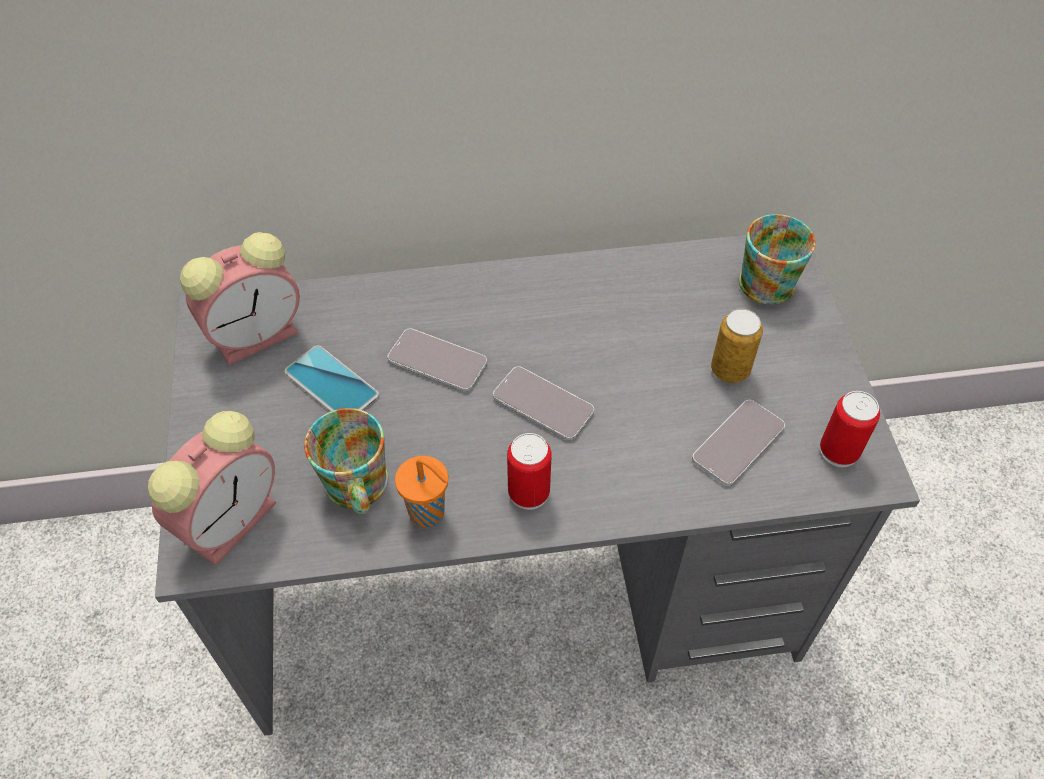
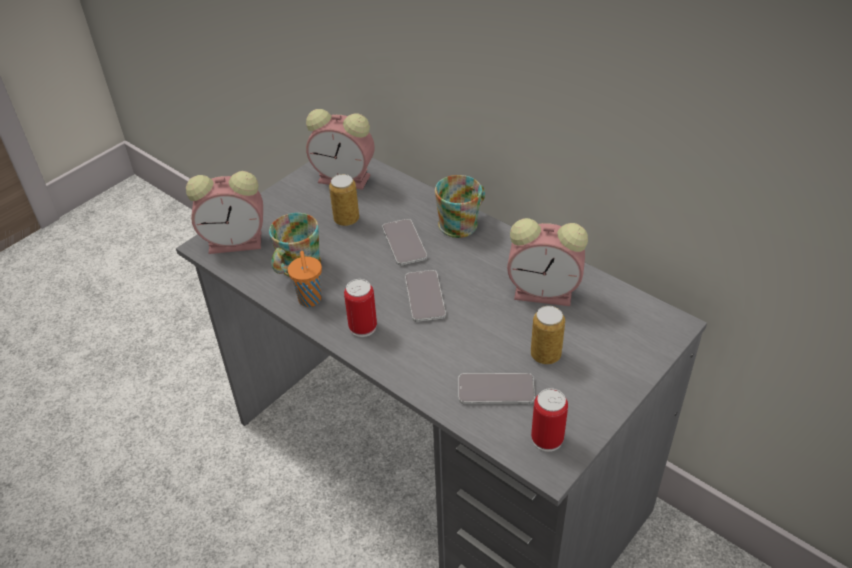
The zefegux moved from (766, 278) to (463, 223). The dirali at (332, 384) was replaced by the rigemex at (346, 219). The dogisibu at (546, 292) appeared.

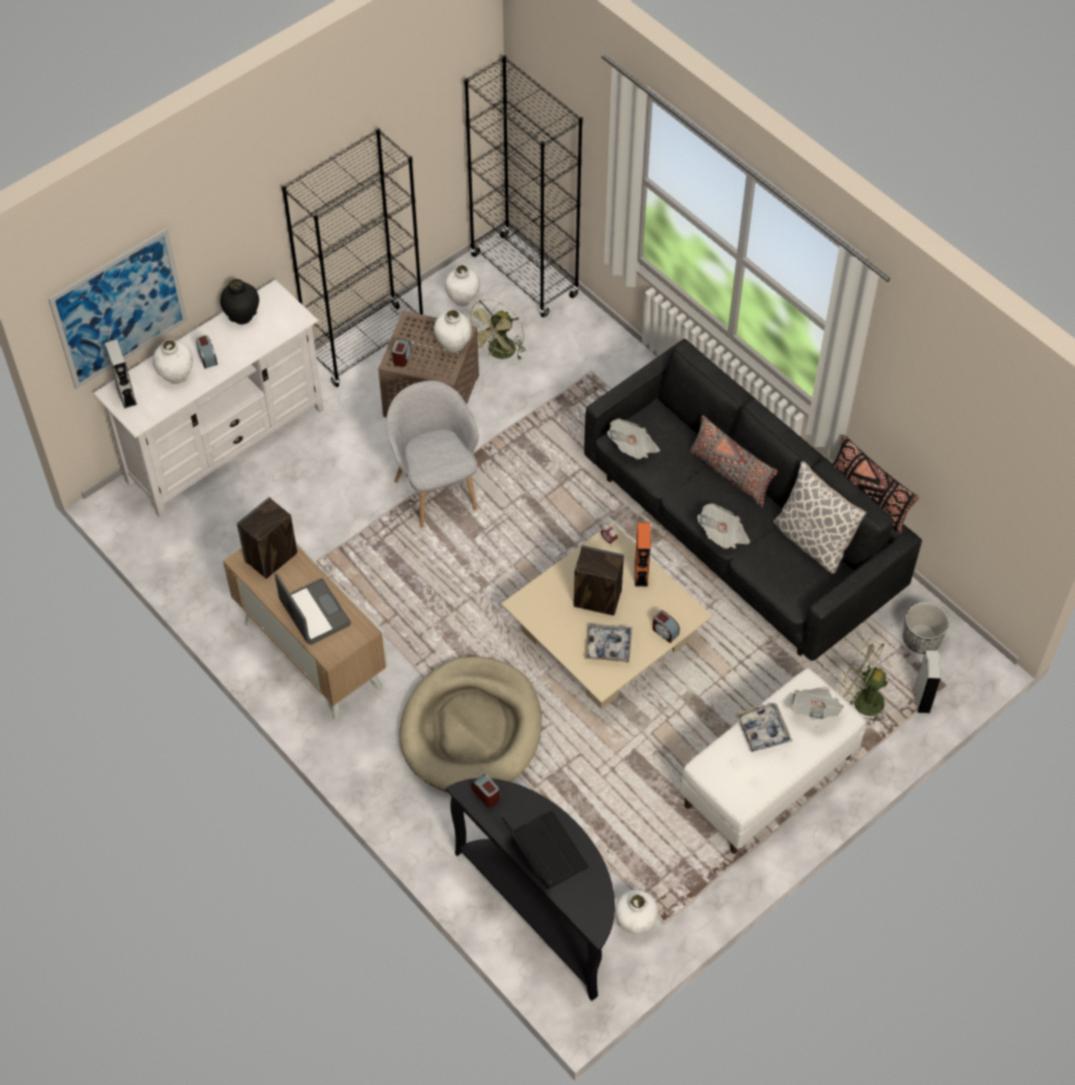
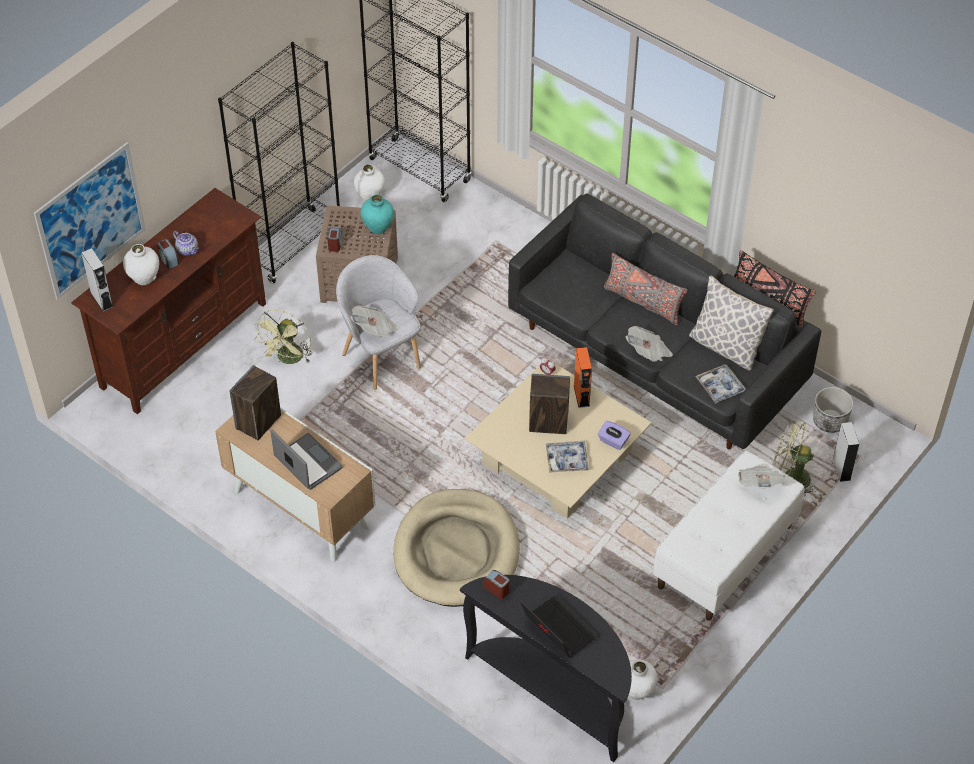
The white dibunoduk at (225, 444) became the brown dibunoduk at (183, 344). The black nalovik at (242, 316) disappeared. The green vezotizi moved from (499, 353) to (289, 359). The white nalovik at (453, 345) became the turquoise nalovik at (378, 228). The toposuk moved from (633, 448) to (375, 329). The dogisibu at (665, 631) was replaced by the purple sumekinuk at (613, 441). The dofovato moved from (763, 730) to (720, 387). The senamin at (188, 250) appeared.

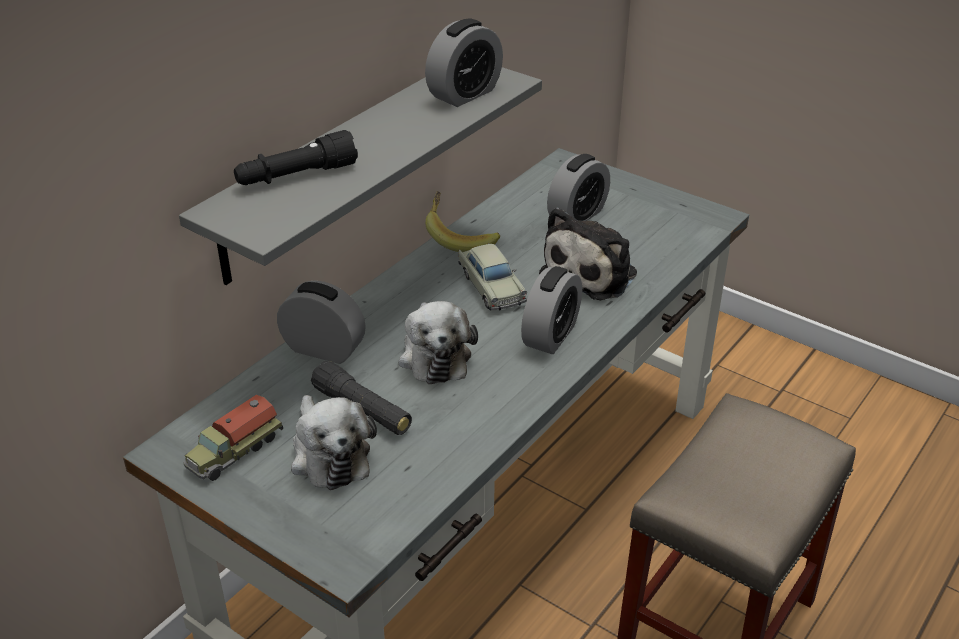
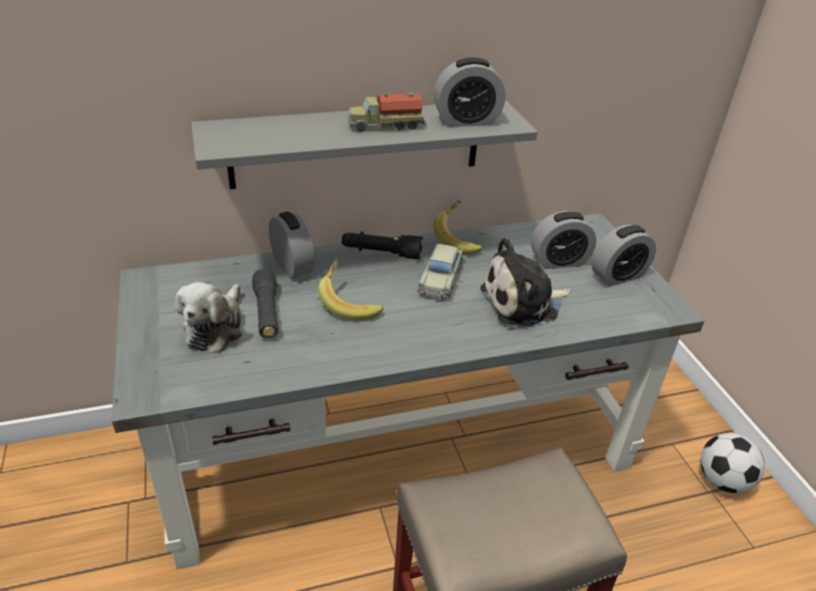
The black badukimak moved from (296, 176) to (381, 253). The dogisibu moved from (551, 336) to (618, 276). The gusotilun at (434, 355) was replaced by the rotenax at (350, 303). The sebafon moved from (234, 451) to (385, 125). The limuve at (722, 480) appeared.

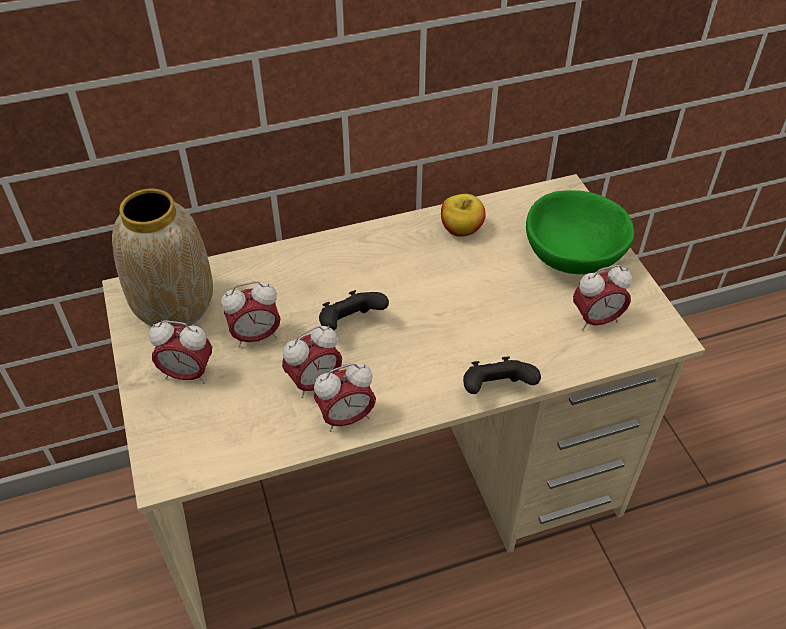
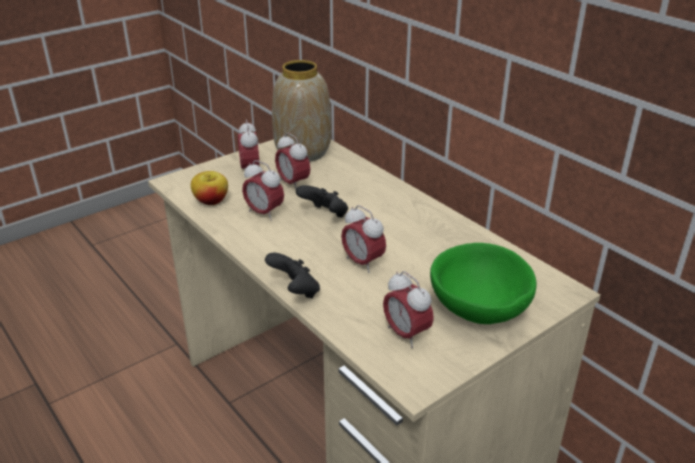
The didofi moved from (461, 229) to (211, 201). The dogisibu moved from (346, 418) to (362, 263).

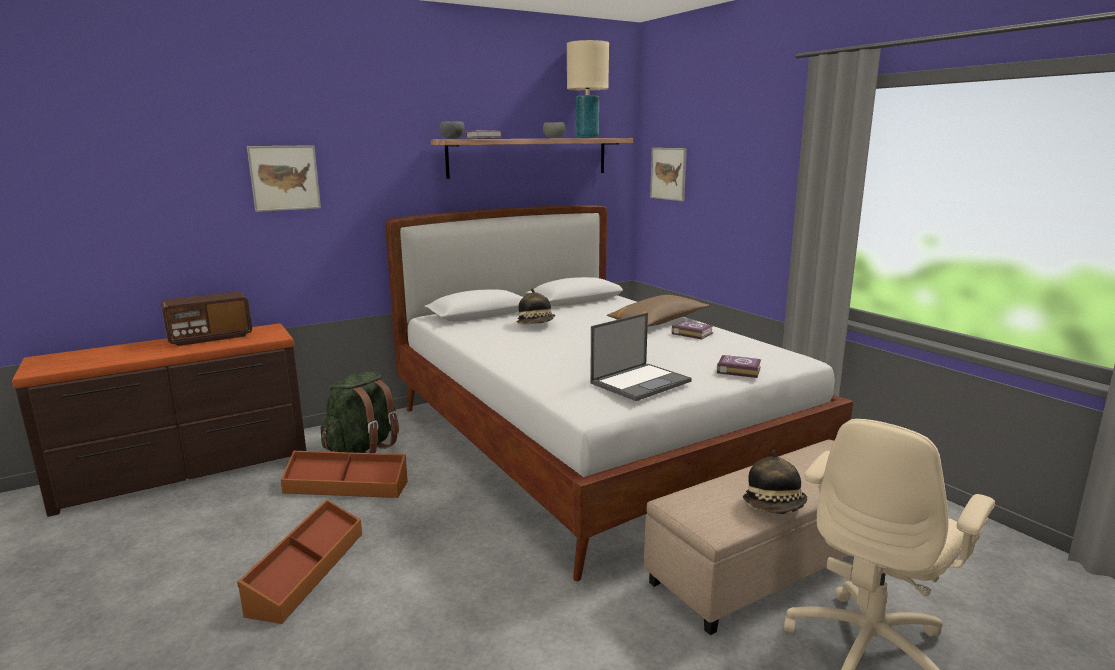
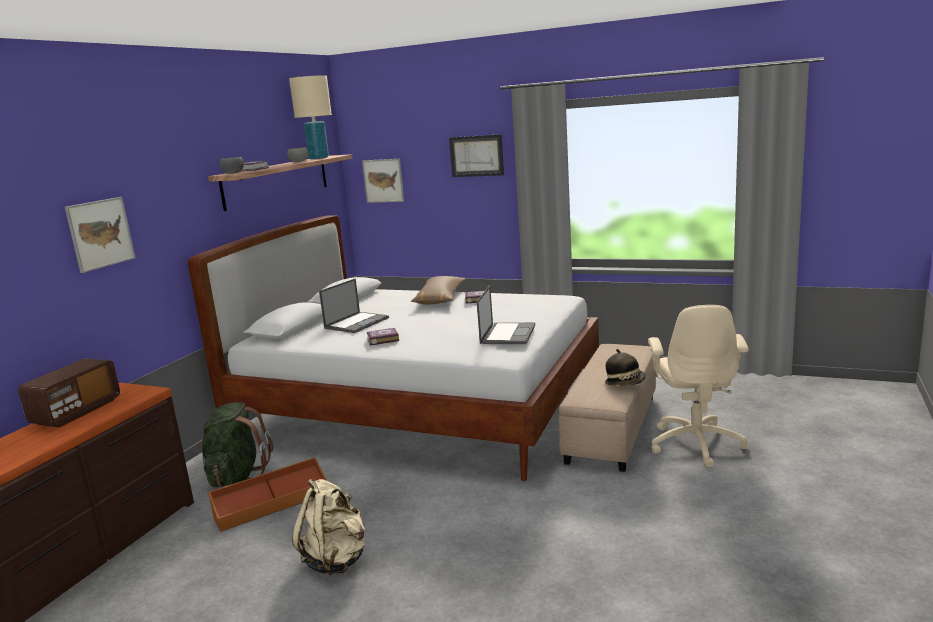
The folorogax at (536, 325) was replaced by the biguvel at (357, 323). The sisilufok moved from (737, 370) to (382, 339). The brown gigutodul at (306, 571) was replaced by the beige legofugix at (336, 560). The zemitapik at (476, 156) appeared.

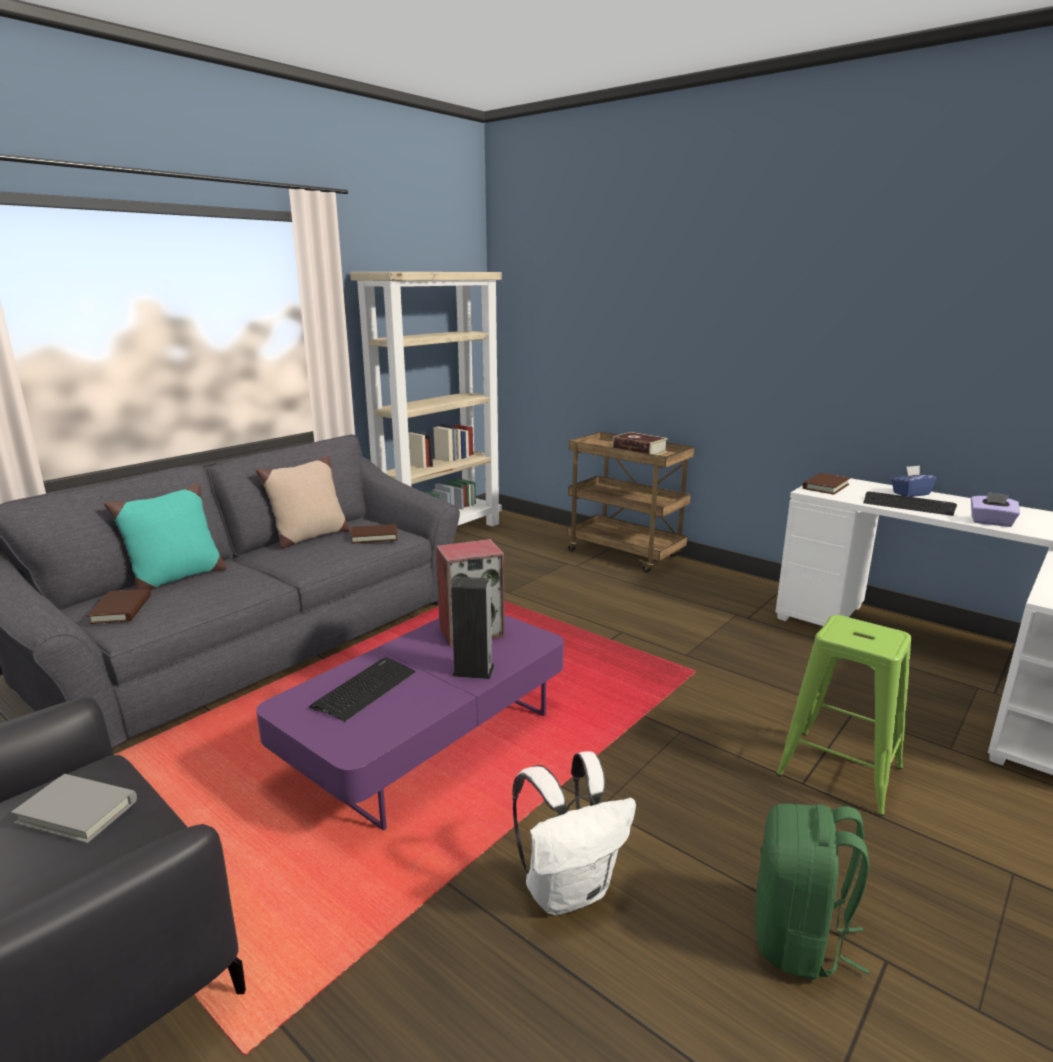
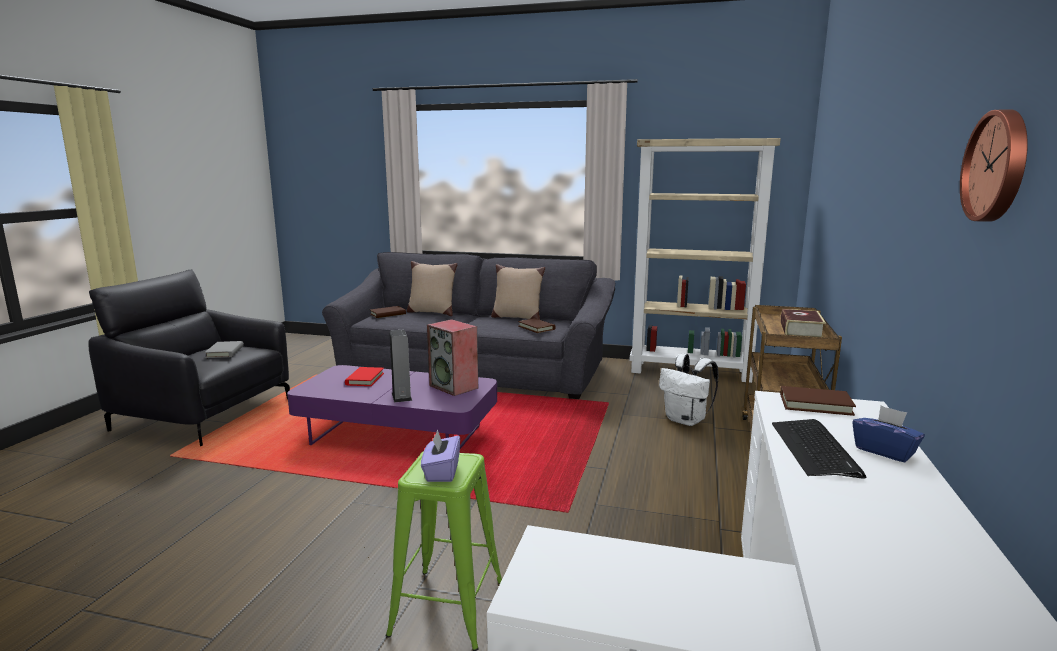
The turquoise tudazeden at (176, 578) became the beige tudazeden at (431, 312). The purple sumekinuk moved from (991, 522) to (441, 472). The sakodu at (365, 689) was replaced by the red sisilufok at (365, 379). The white legofugix moved from (569, 889) to (686, 420). The green legofugix at (799, 938) disappeared. The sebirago at (998, 166) appeared.

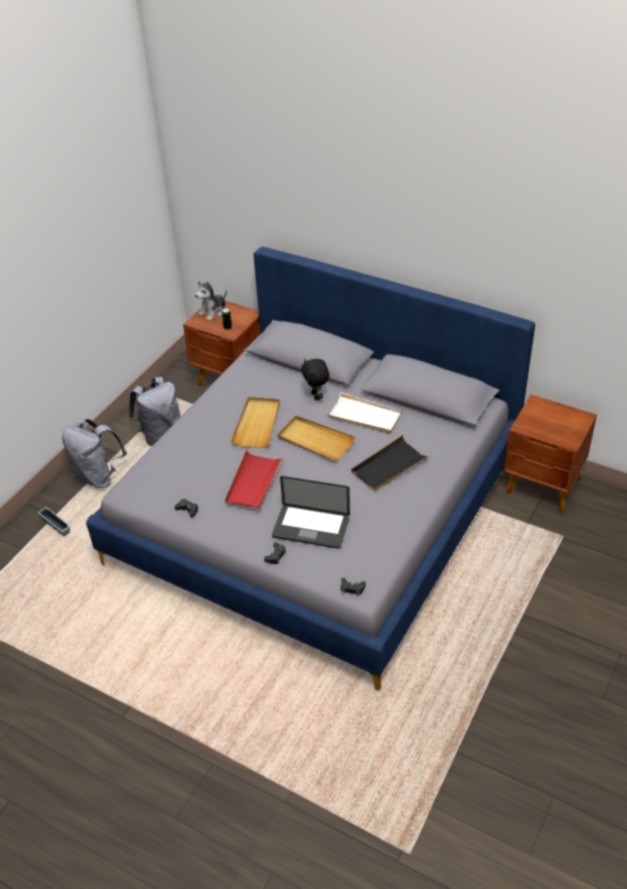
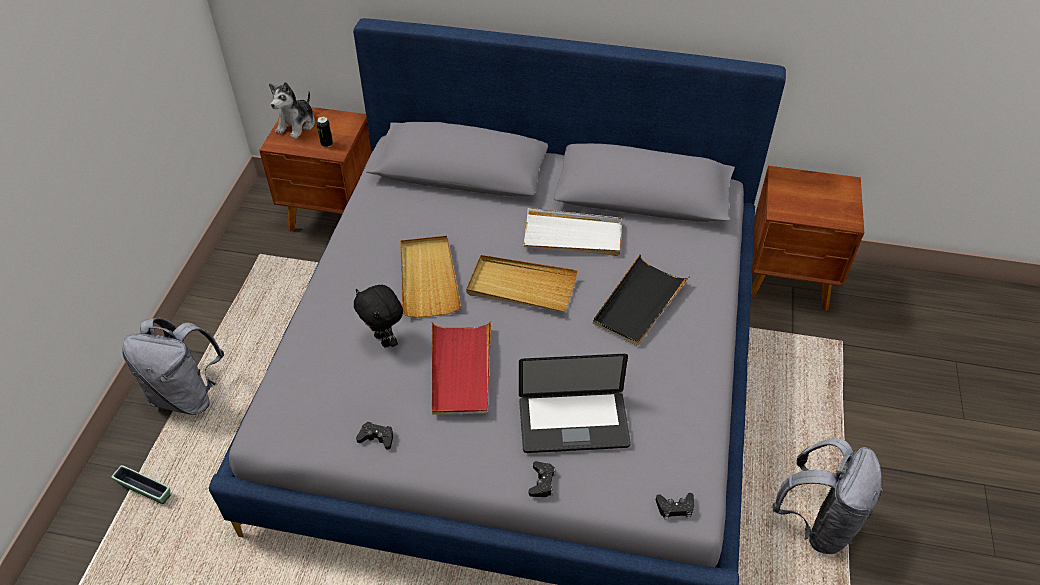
The black gusotilun moved from (316, 396) to (384, 340). The grey legofugix moved from (161, 434) to (818, 522).

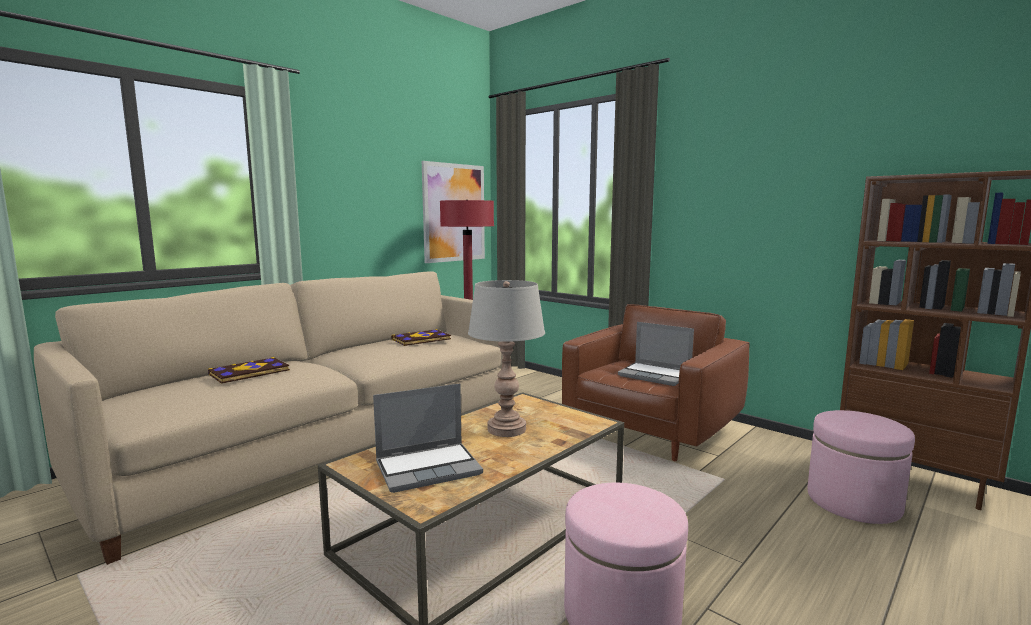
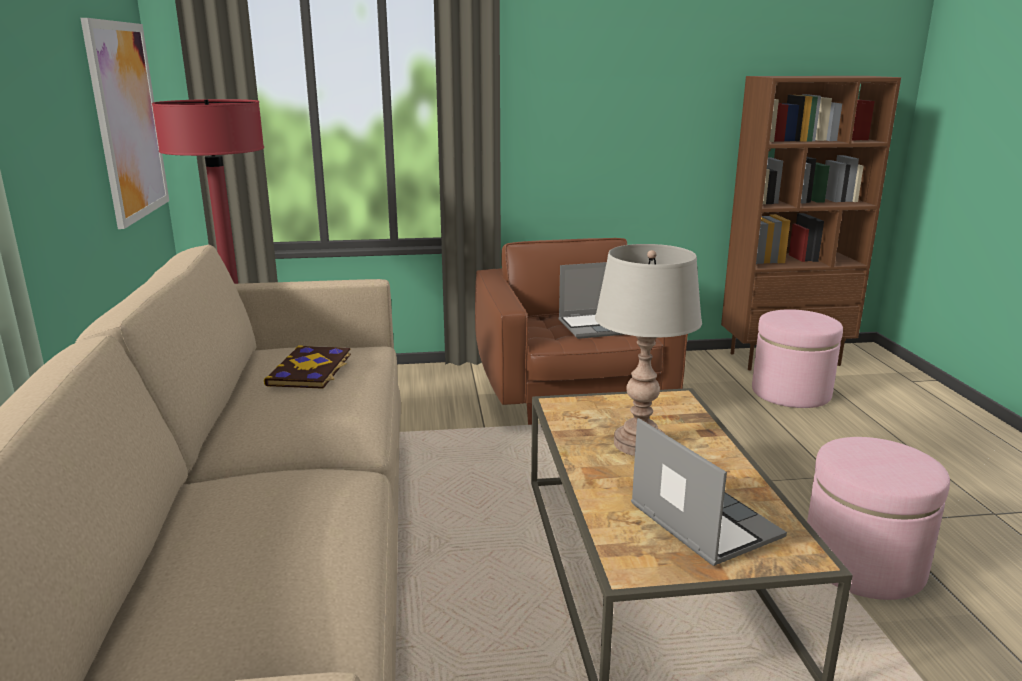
The sisilufok at (249, 372) disappeared. The biguvel at (429, 468) turned 45 degrees counterclockwise.

